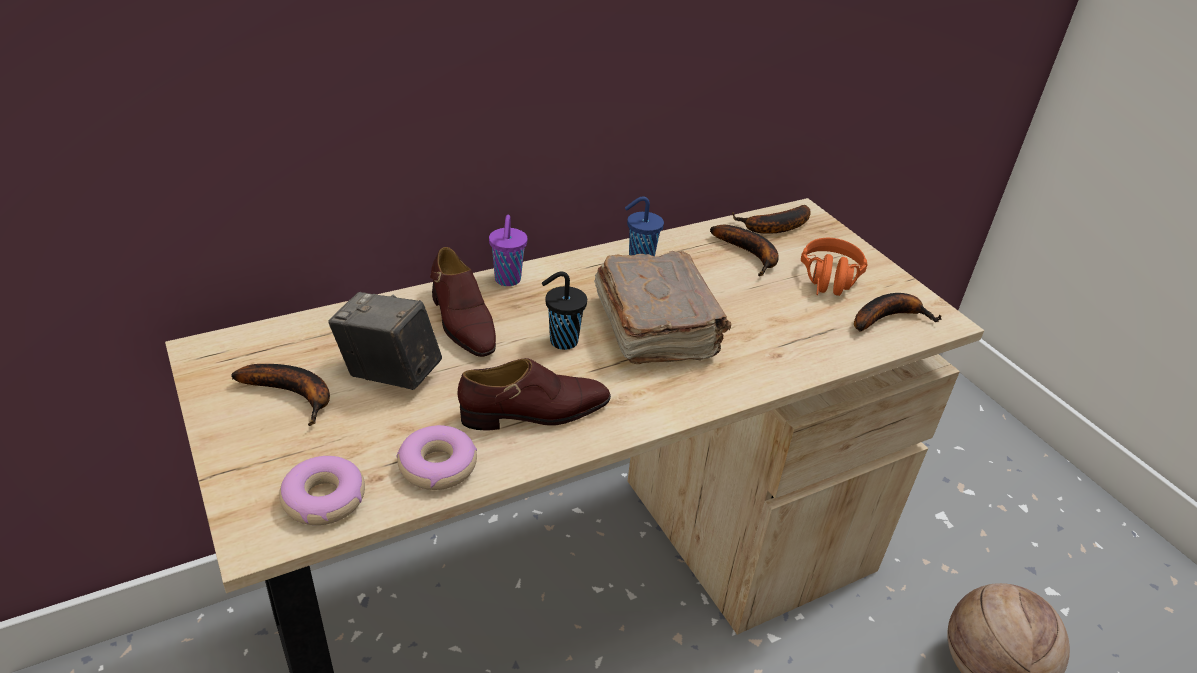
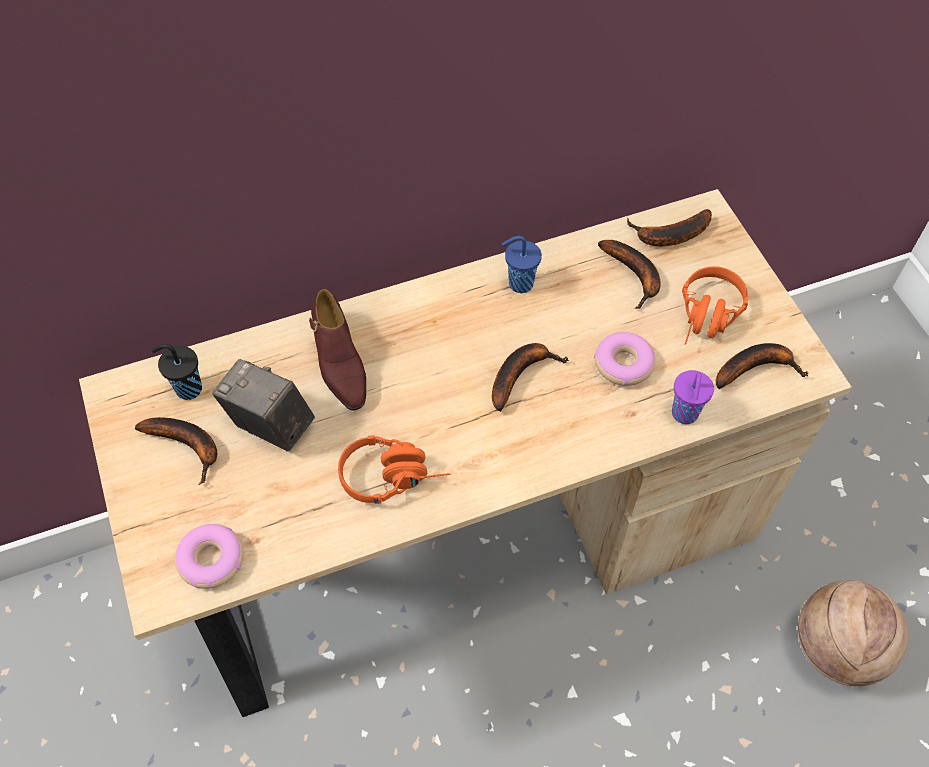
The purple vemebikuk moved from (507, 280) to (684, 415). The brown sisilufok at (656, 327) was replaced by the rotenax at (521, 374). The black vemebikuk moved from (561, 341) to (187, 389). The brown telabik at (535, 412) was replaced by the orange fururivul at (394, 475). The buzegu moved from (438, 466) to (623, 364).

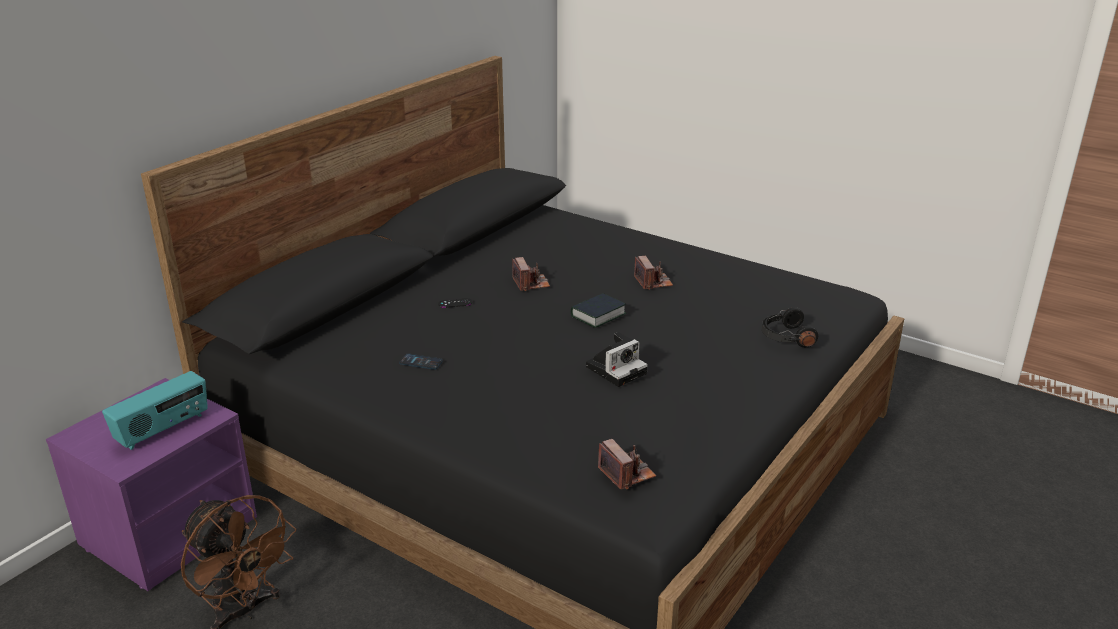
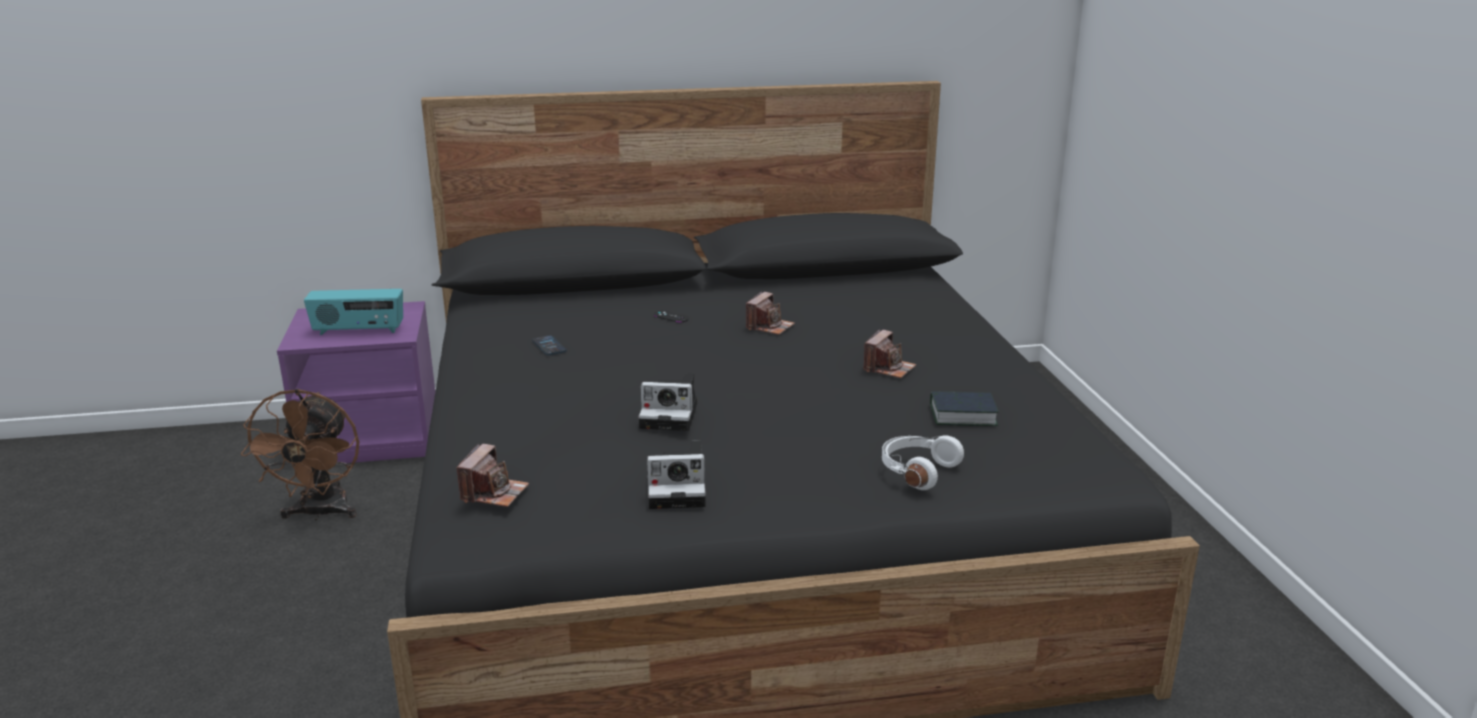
The sisilufok moved from (598, 315) to (962, 415). The black fururivul at (786, 337) became the white fururivul at (916, 471). The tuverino at (679, 489) appeared.

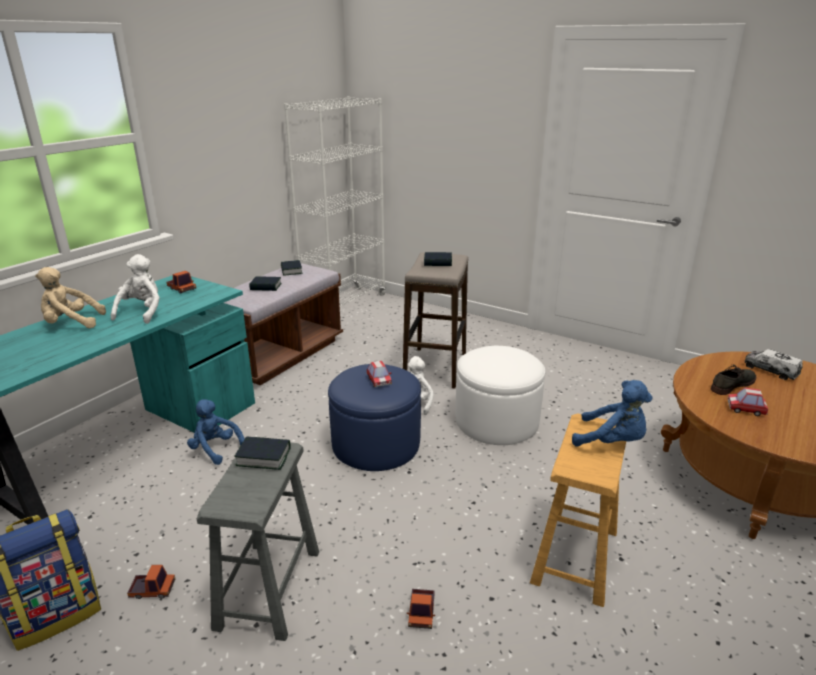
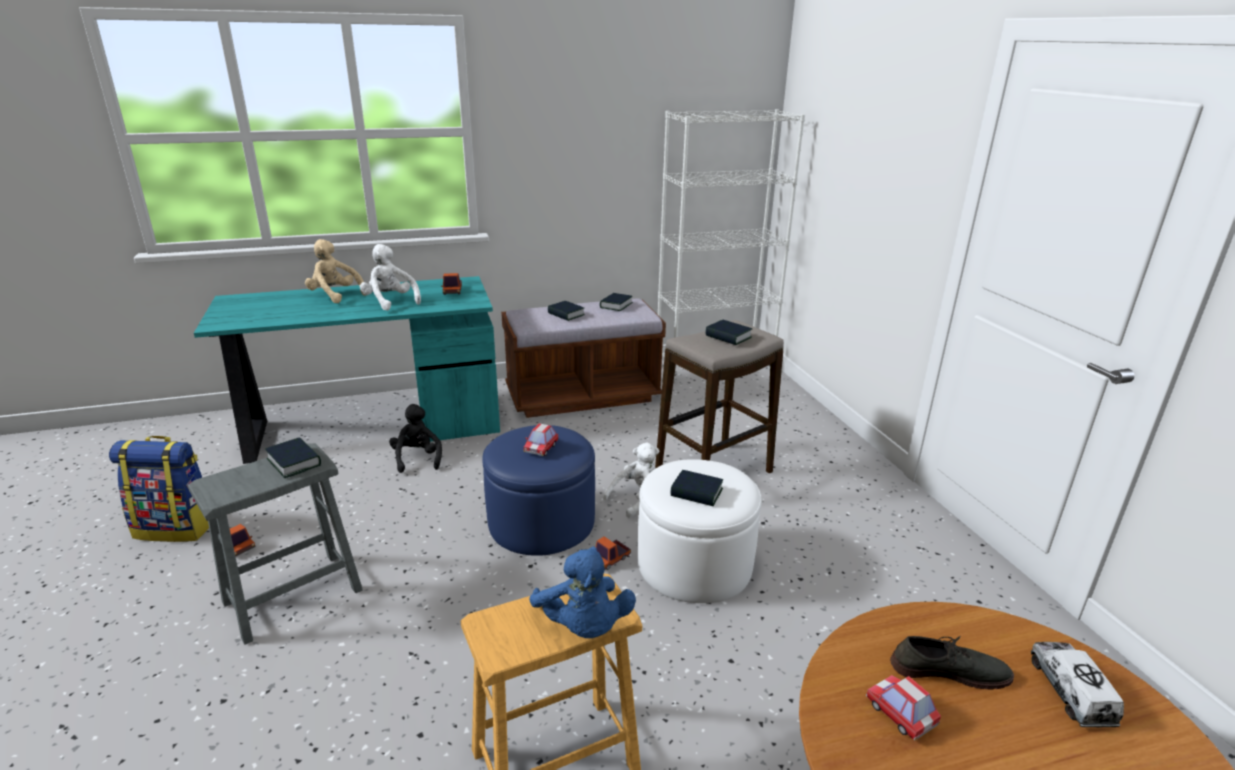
The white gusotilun at (142, 312) turned 90 degrees counterclockwise. The blue gusotilun at (215, 449) became the black gusotilun at (417, 459). The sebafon moved from (421, 612) to (610, 559). The sisilufok at (696, 493) appeared.

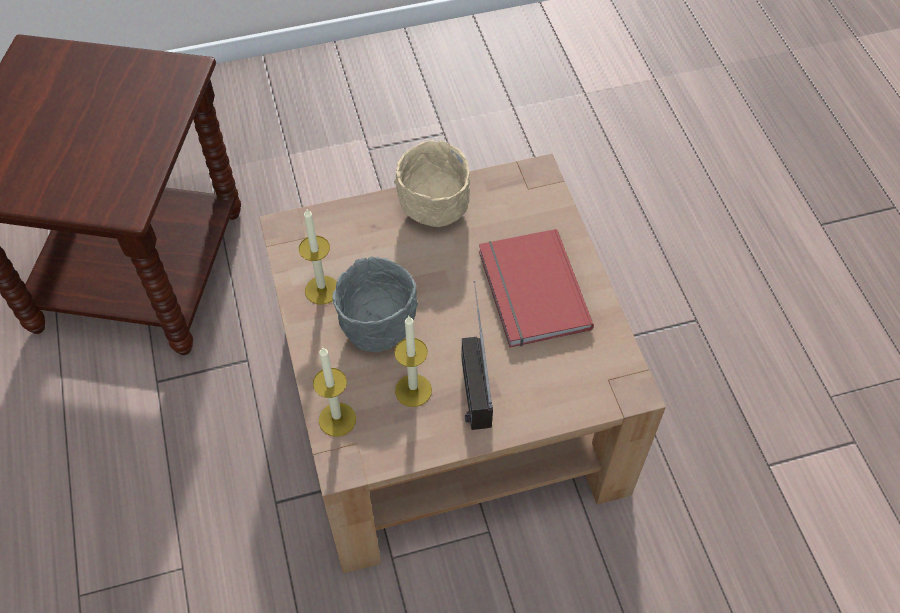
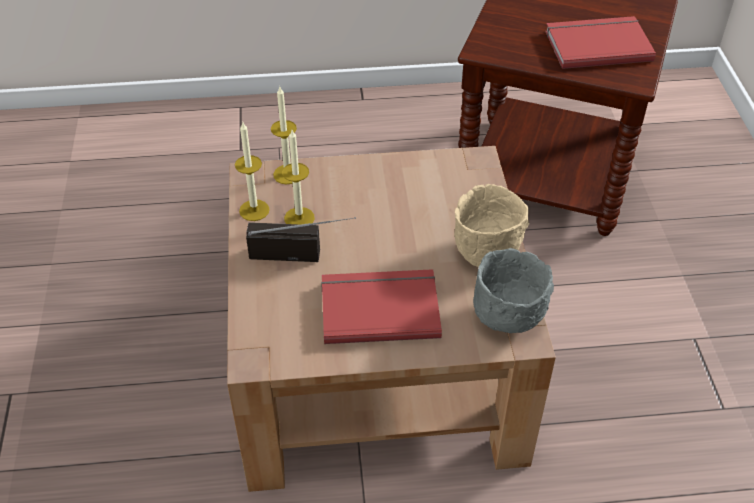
The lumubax moved from (322, 290) to (254, 210). The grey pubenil moved from (380, 329) to (506, 320). The red sisilufok at (597, 44) appeared.

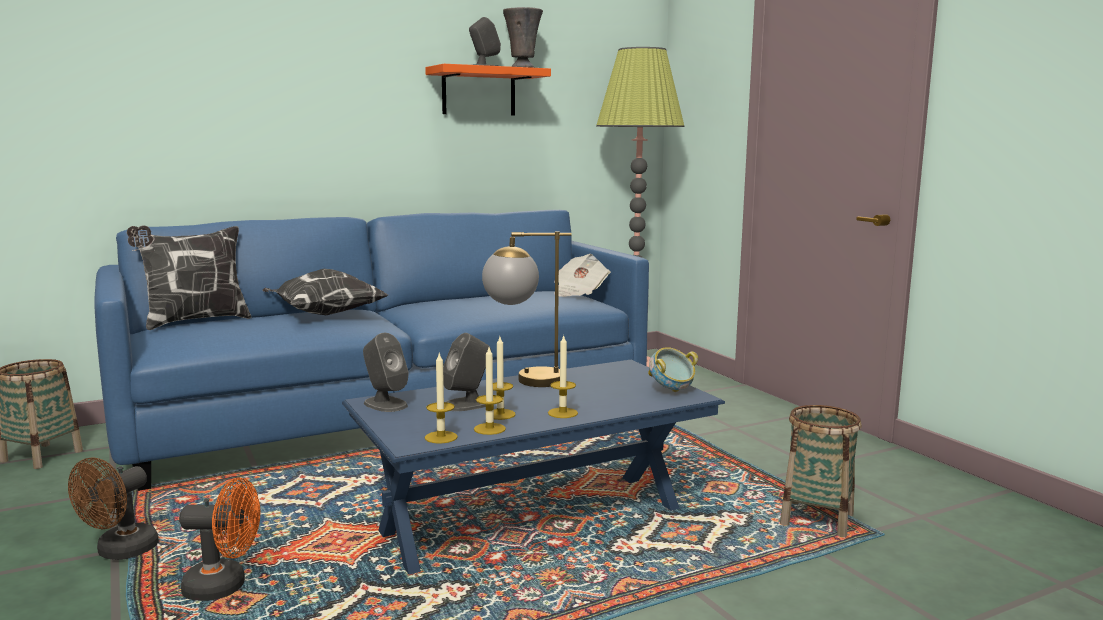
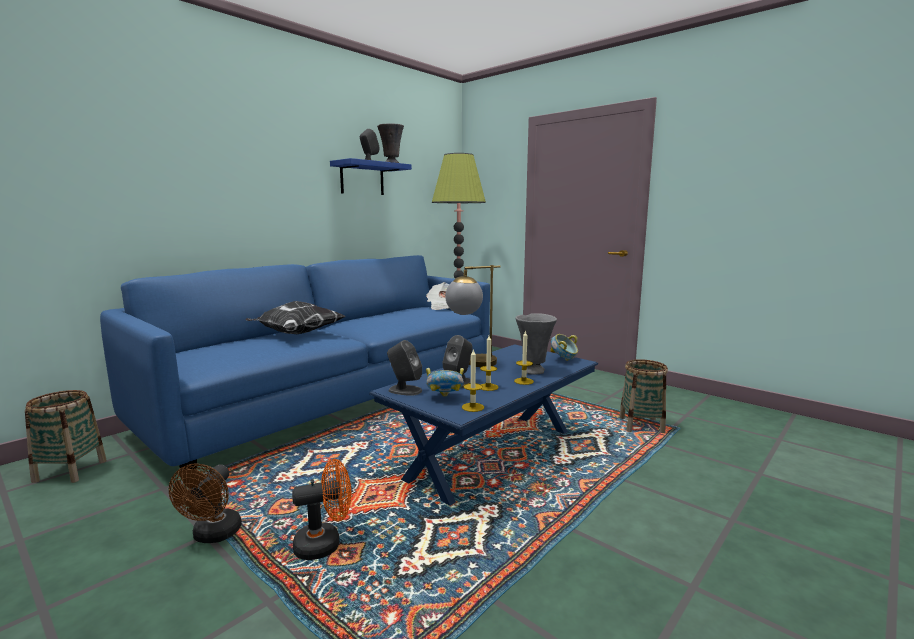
The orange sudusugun at (478, 92) became the blue sudusugun at (362, 179). The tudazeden at (194, 321) disappeared. The lumubax at (489, 429) disappeared. The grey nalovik at (534, 371) appeared. The pubenil at (445, 397) appeared.

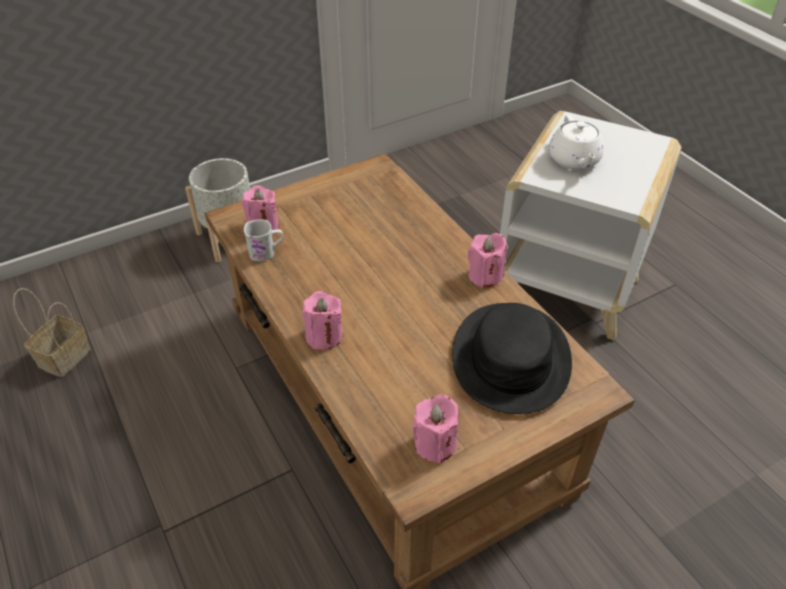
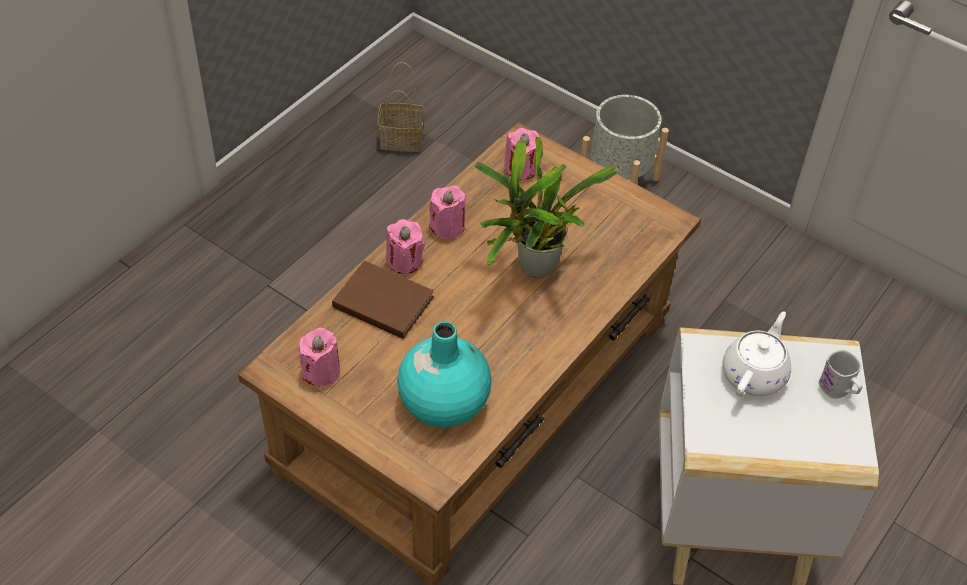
The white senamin at (574, 160) turned 150 degrees clockwise. The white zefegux moved from (266, 252) to (838, 390). The pink lumubax moved from (485, 276) to (447, 226). The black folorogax at (510, 358) was replaced by the turquoise nalovik at (443, 401). The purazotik at (532, 268) appeared. The brown sisilufok at (382, 300) appeared.

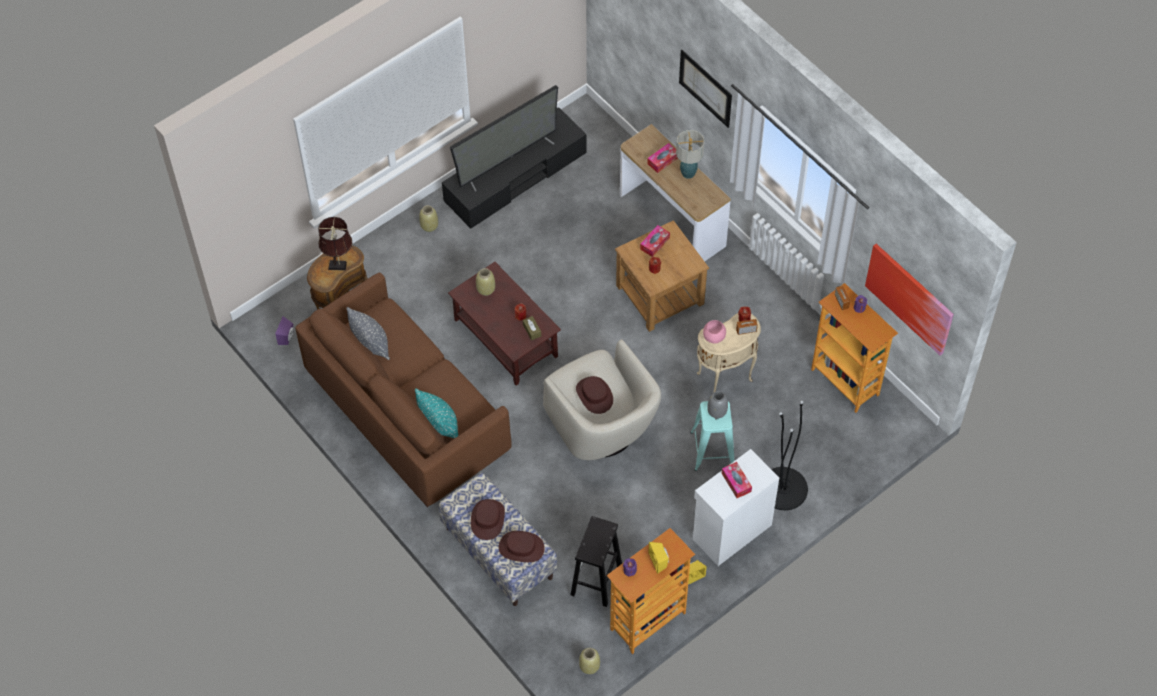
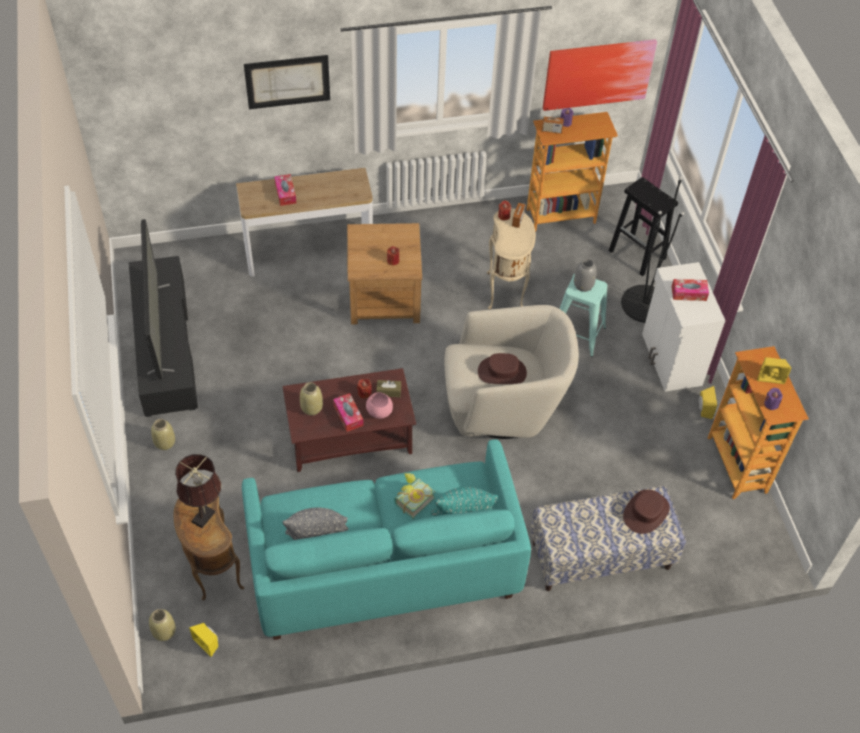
The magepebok at (688, 173) disappeared. The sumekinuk moved from (654, 243) to (348, 415). The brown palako at (407, 413) became the turquoise palako at (383, 565). The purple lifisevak at (287, 337) became the yellow lifisevak at (208, 643). The pink pubenil moved from (714, 336) to (379, 411). The brown folorogax at (487, 519) disappeared. The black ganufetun moved from (596, 581) to (638, 255). The beige nalovik moved from (589, 666) to (164, 632). The sisilufok at (411, 499) appeared.

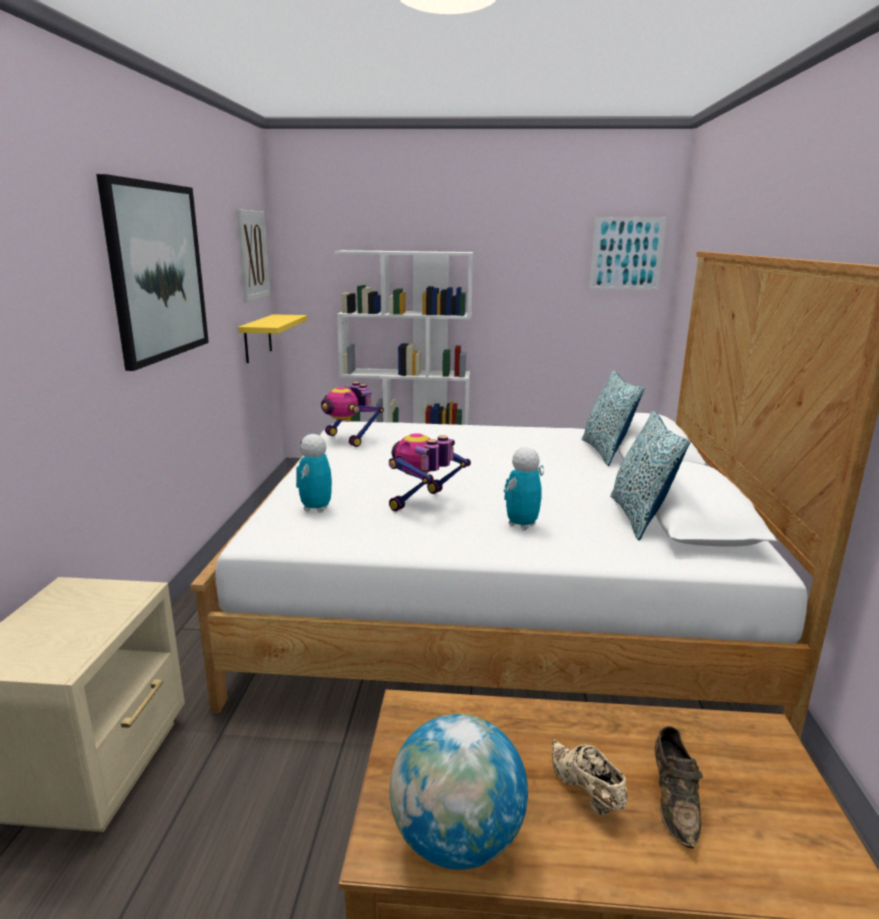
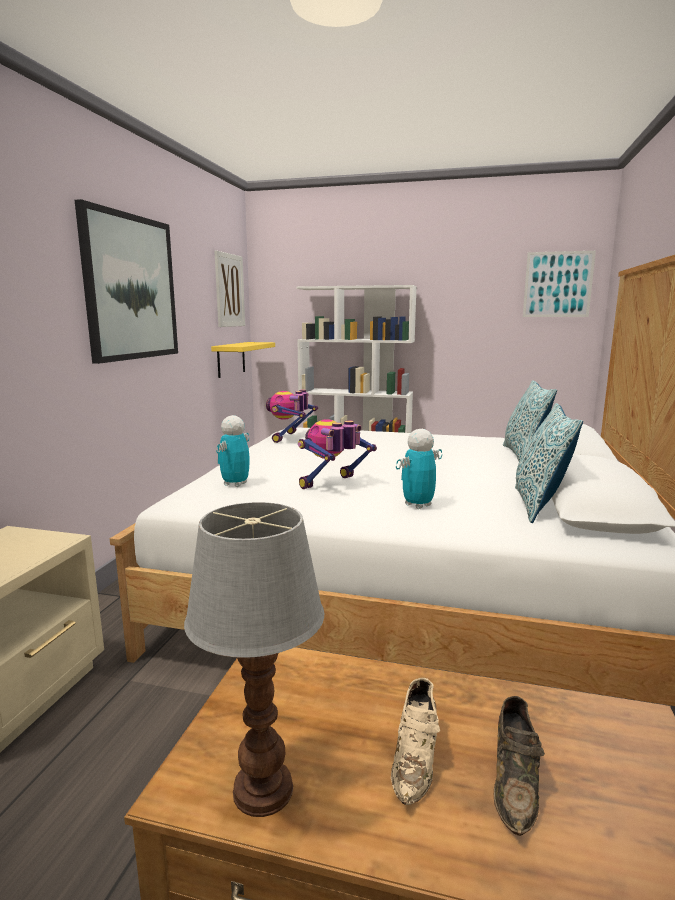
The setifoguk at (349, 439) turned 45 degrees clockwise. The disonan at (457, 840) was replaced by the magepebok at (260, 790). The beige telabik at (585, 792) turned 150 degrees counterclockwise.

